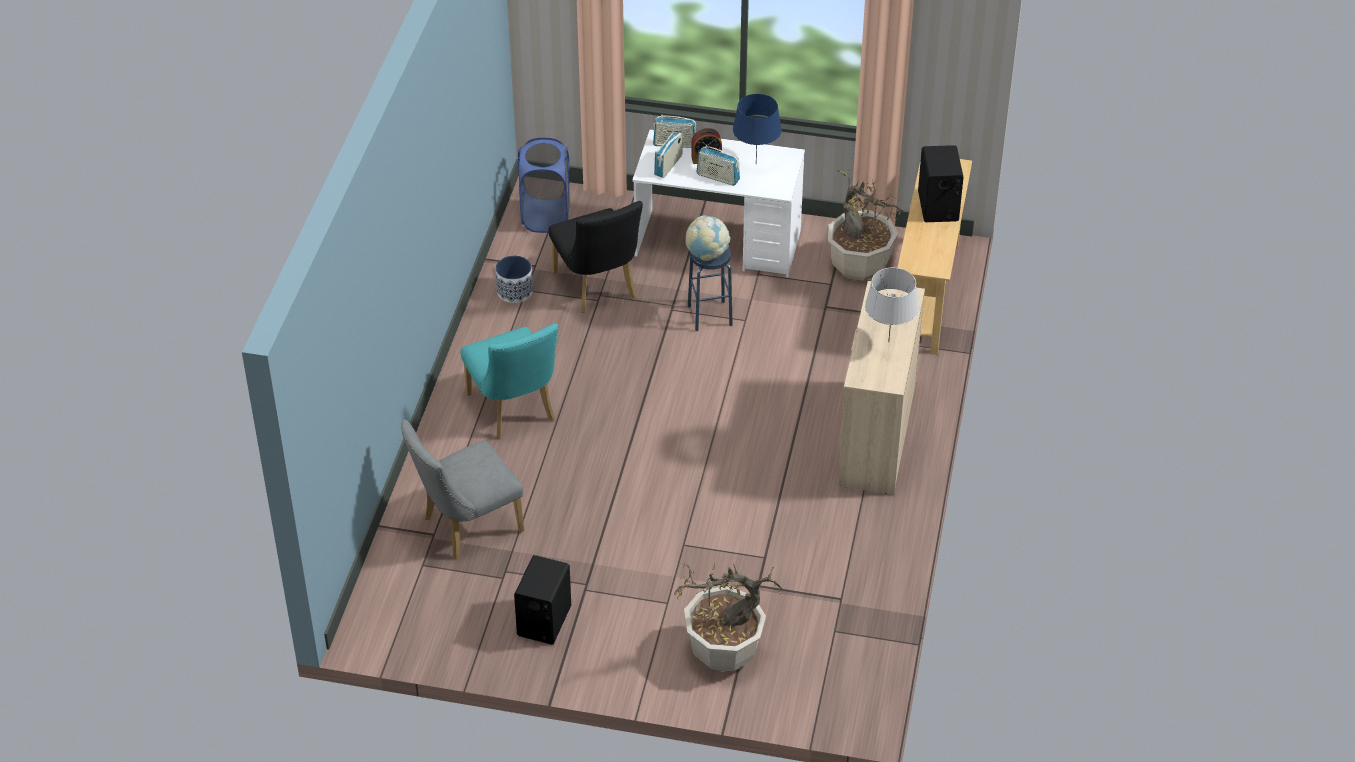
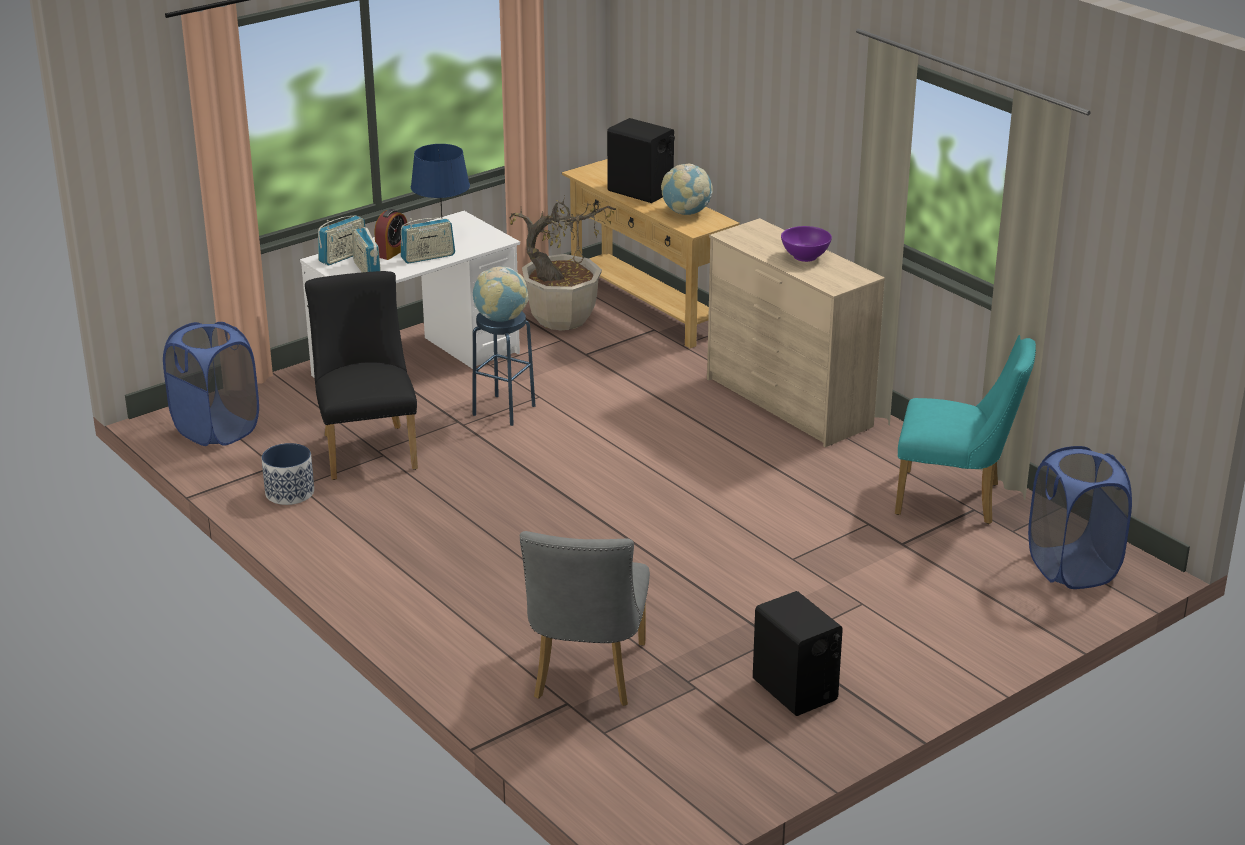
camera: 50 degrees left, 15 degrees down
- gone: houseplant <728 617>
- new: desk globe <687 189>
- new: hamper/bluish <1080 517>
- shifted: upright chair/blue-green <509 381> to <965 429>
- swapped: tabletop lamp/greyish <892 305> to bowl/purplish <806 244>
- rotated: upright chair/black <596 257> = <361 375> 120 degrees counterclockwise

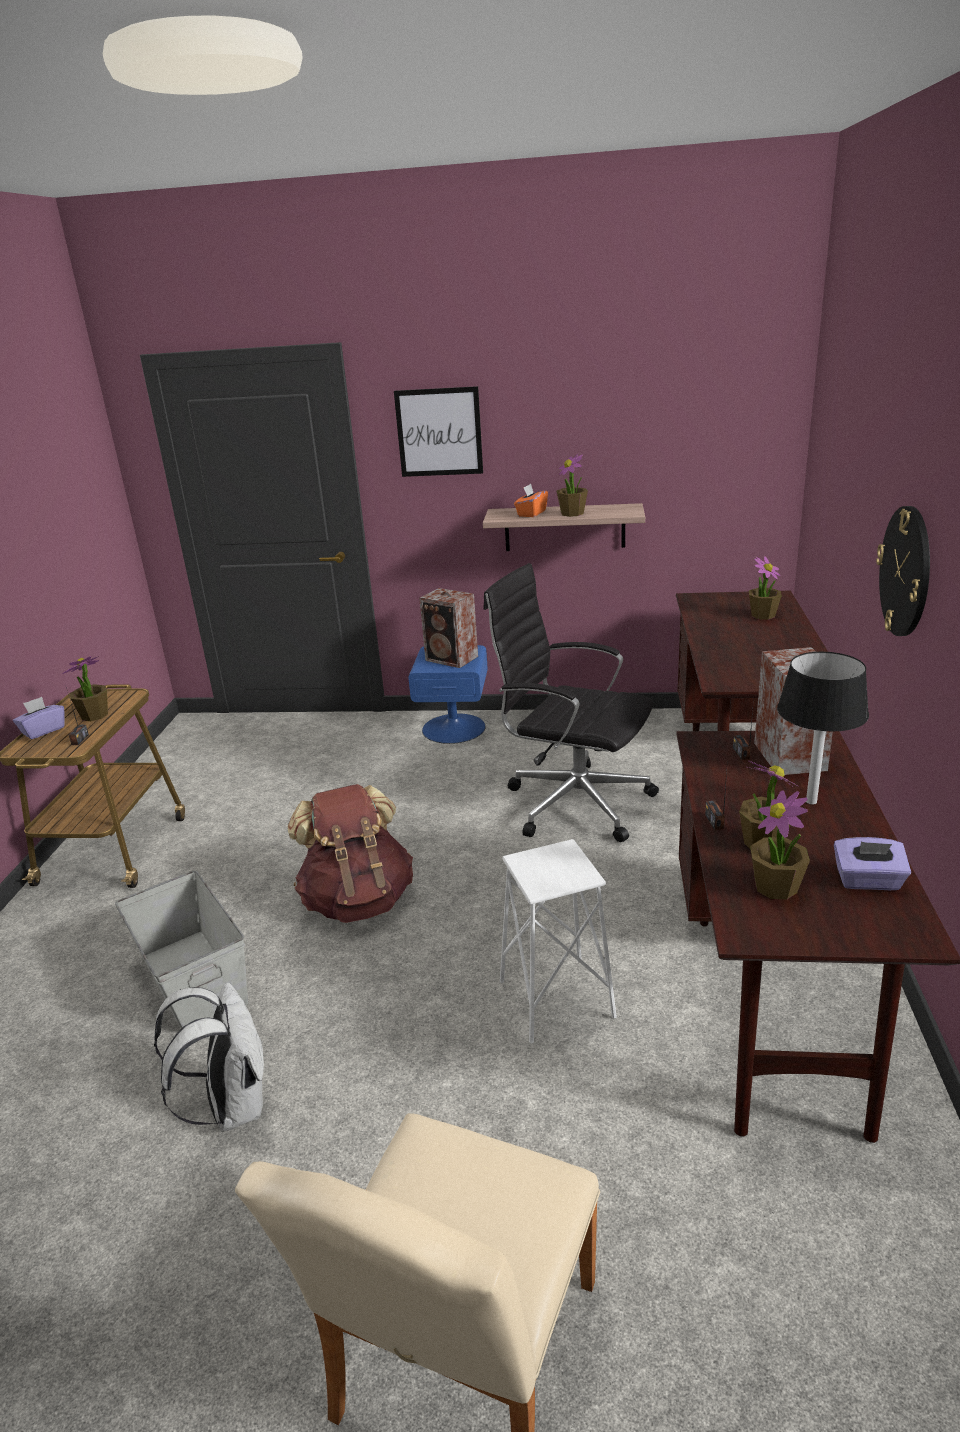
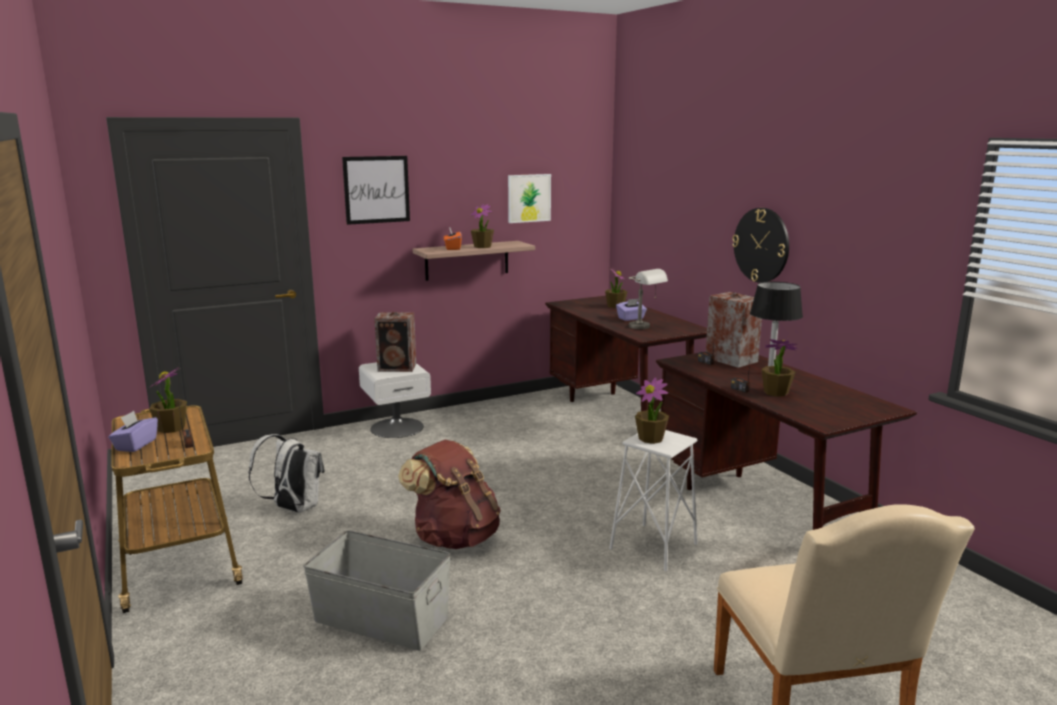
camera: 35 degrees left, 10 degrees down
- gone: office chair/black <571 702>
- new: wall art <529 198>
- new: tabletop lamp/greyish <648 299>
- shifted: backpack/white-coloured <209 1057> to <286 473>
- shifted: houseplant <780 844> to <652 411>
- shifted: tissue box/purplish <872 863> to <631 309>
- repainted: night table/bluish <448 694> to night table/white-coloured <395 400>

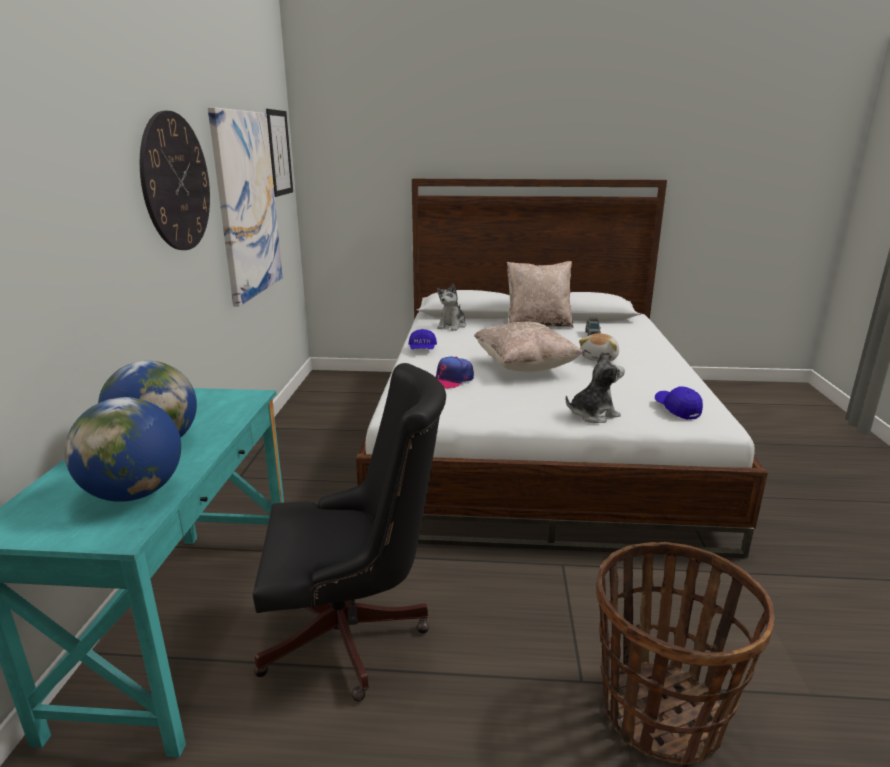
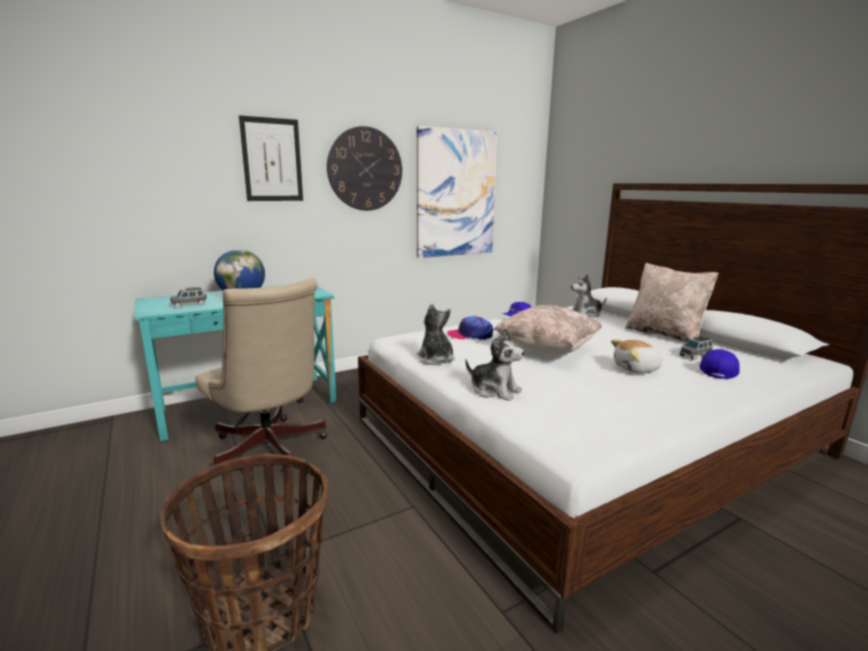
camera: 55 degrees right, 5 degrees down
- new: cuddly toy <436 334>
- shifted: wall art <279 153> to <271 158>
- shifted: baseball cap/bluish <679 403> to <719 364>
- swapped: desk globe <123 449> to miniature car/greyish <188 297>
- repainted: office chair/black <349 532> to office chair/sand-coloured <261 374>

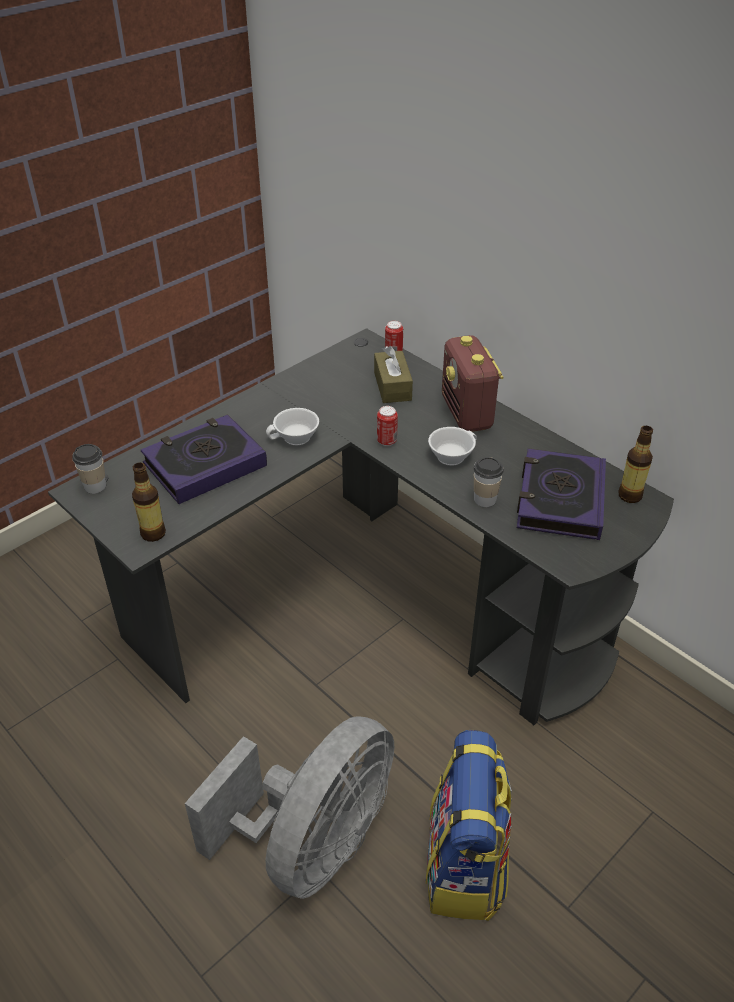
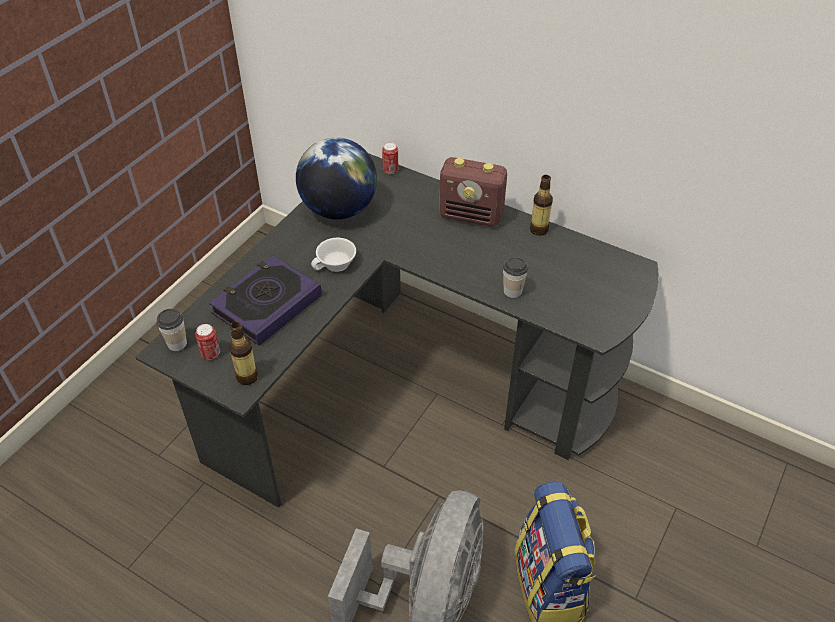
camera: 15 degrees left, 5 degrees up
- gone: tissue box/brown-coloured <393 374>
- gone: cup/white-coloured <452 446>
- gone: bound book <561 494>
- new: desk globe <336 178>
- shifted: metal can <387 426> to <207 342>
- shifted: bottle <635 464> to <541 205>
- rotated: radio receiver <473 383> = <473 192> 45 degrees counterclockwise

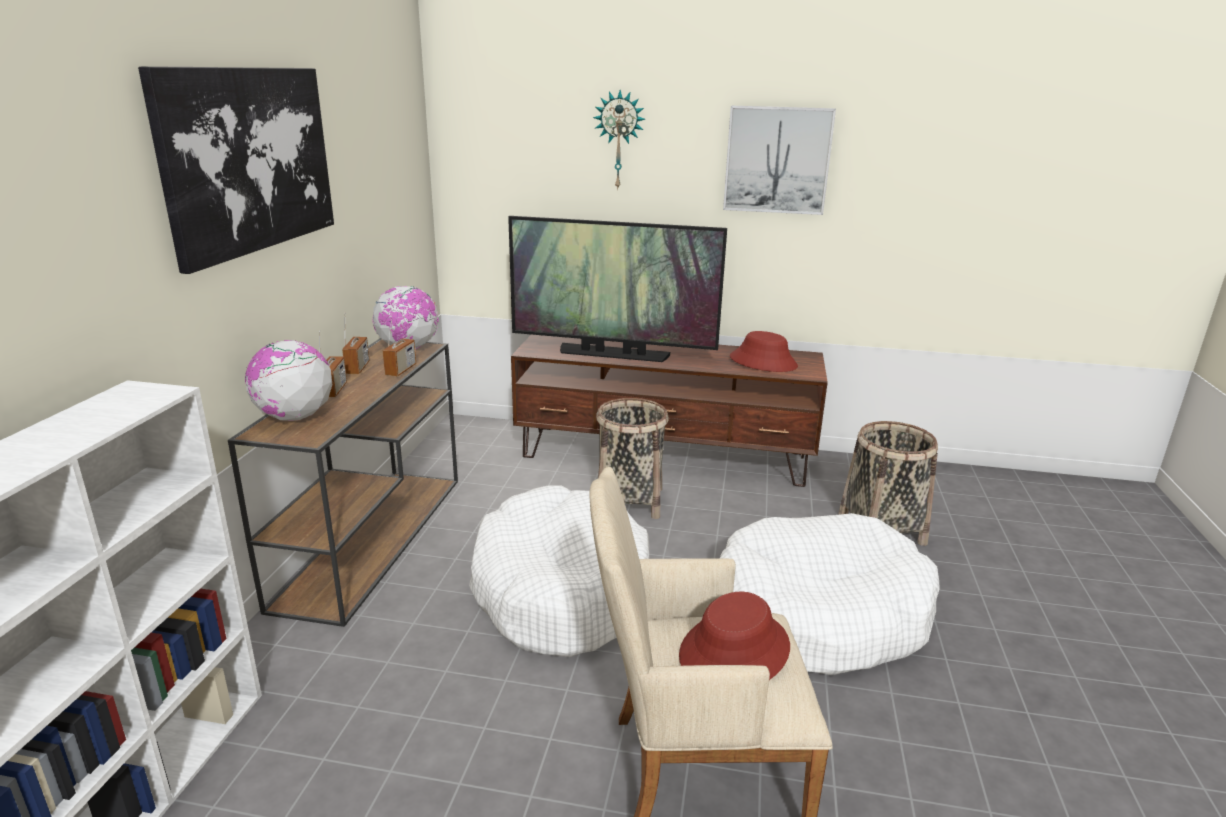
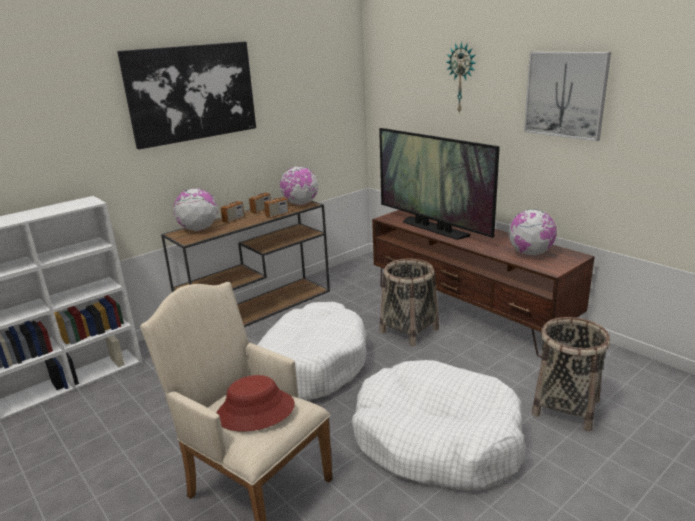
camera: 40 degrees right, 0 degrees up
- swapped: clothing hat/red-coloured <764 351> to desk globe <532 232>

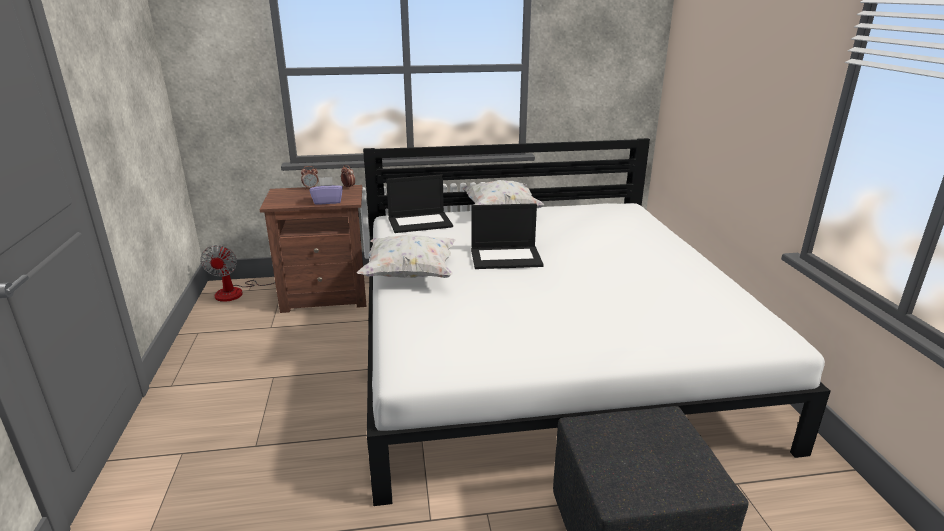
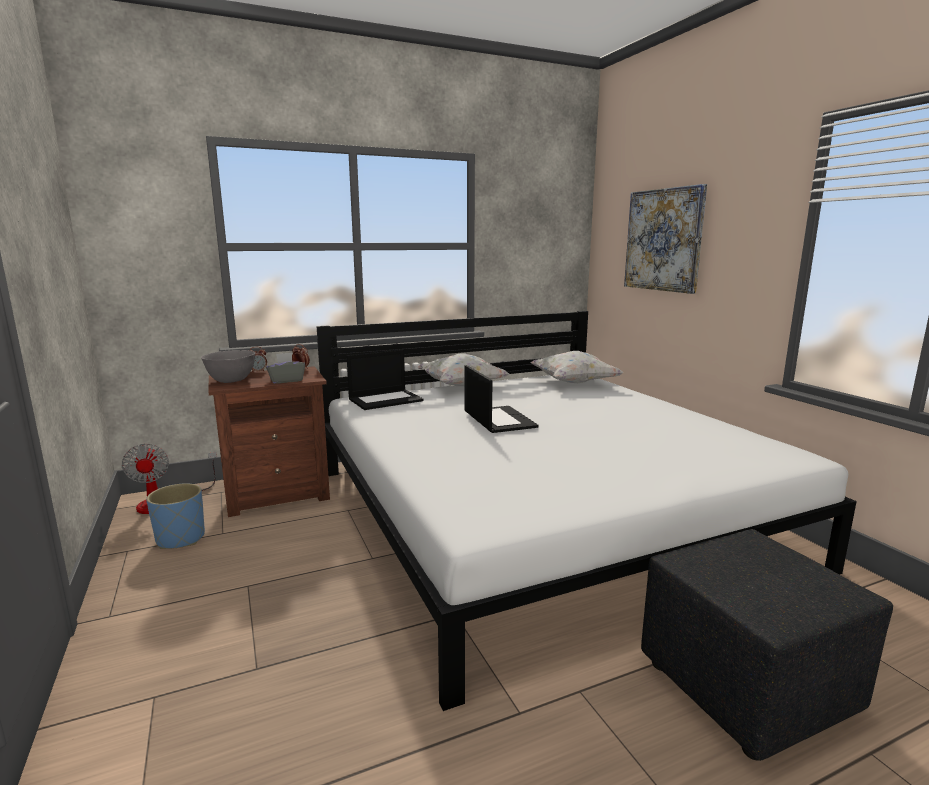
camera: 15 degrees left, 10 degrees down
- new: plant pot/bluish <175 516>
- new: bowl/greyish <228 366>
- new: wall art <665 239>
- shifted: cushion/white-coloured <406 256> to <577 367>
- repainted: tissue box/purplish <326 191> to tissue box/greyish <285 368>
- rotated: laptop <507 236> = <501 399> 90 degrees counterclockwise

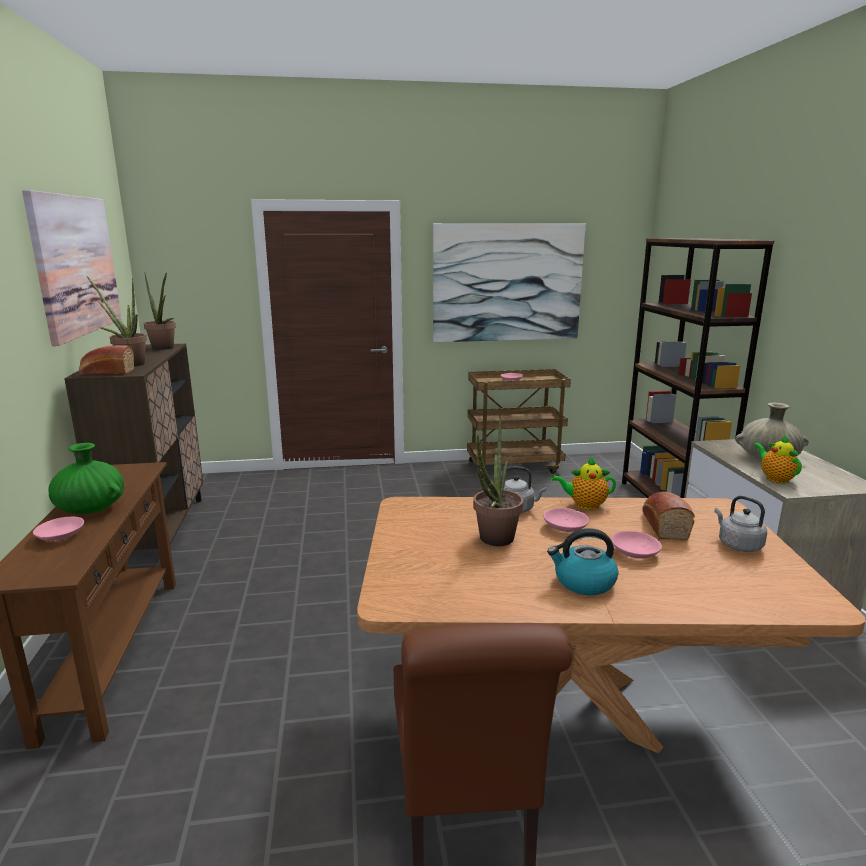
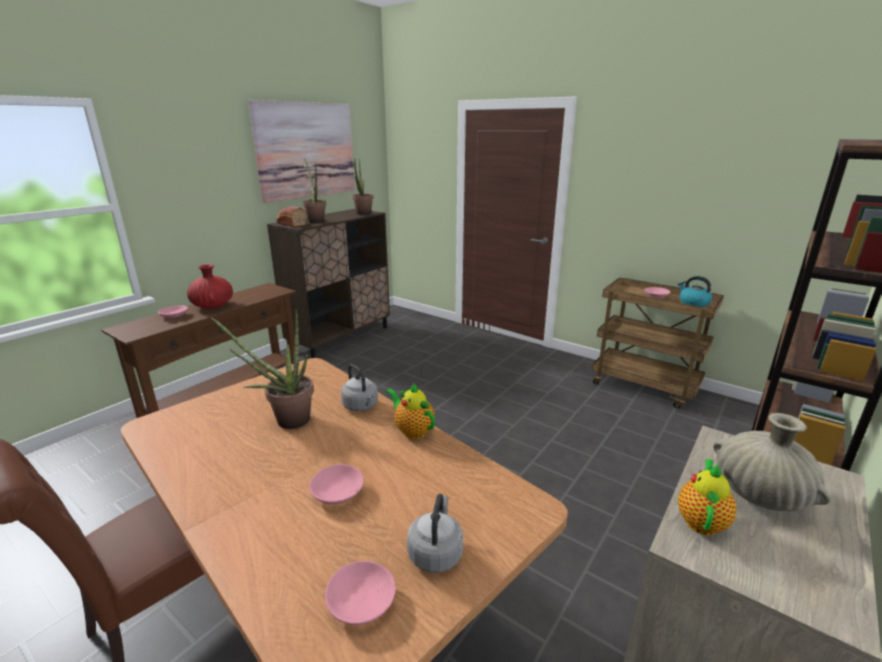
camera: 45 degrees right, 5 degrees up
- gone: wall art <509 282>
- gone: baked bread <668 516>
- shifted: bowl/pink <566 520> to <360 593>
- shifted: kettle <582 561> to <695 291>
- repainted: decorative vase/green-coloured <86 478> to decorative vase/red-coloured <210 286>

